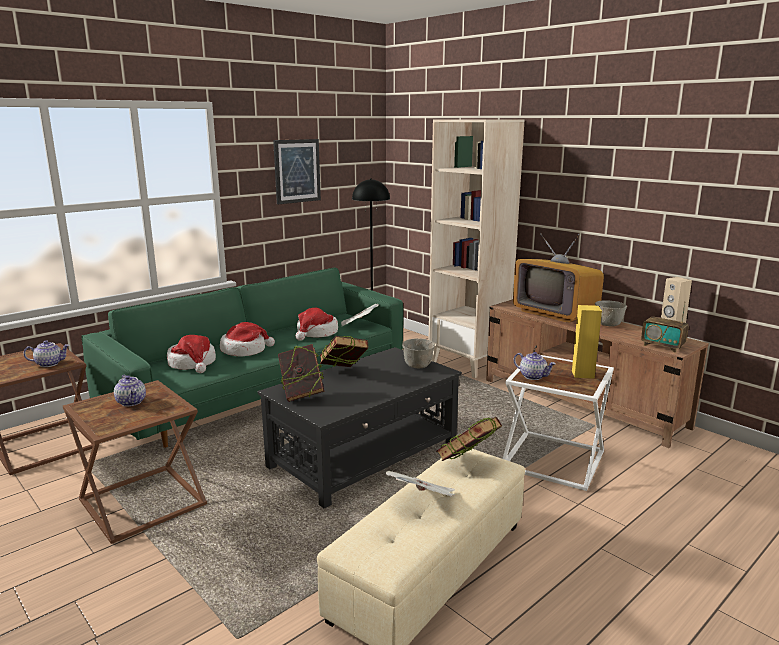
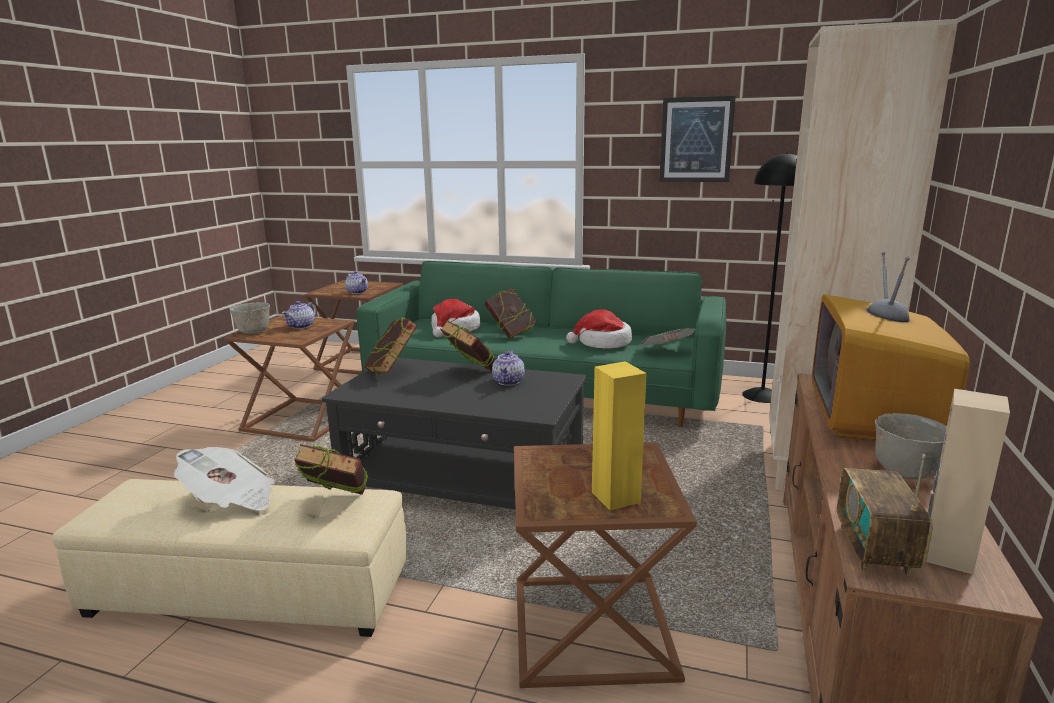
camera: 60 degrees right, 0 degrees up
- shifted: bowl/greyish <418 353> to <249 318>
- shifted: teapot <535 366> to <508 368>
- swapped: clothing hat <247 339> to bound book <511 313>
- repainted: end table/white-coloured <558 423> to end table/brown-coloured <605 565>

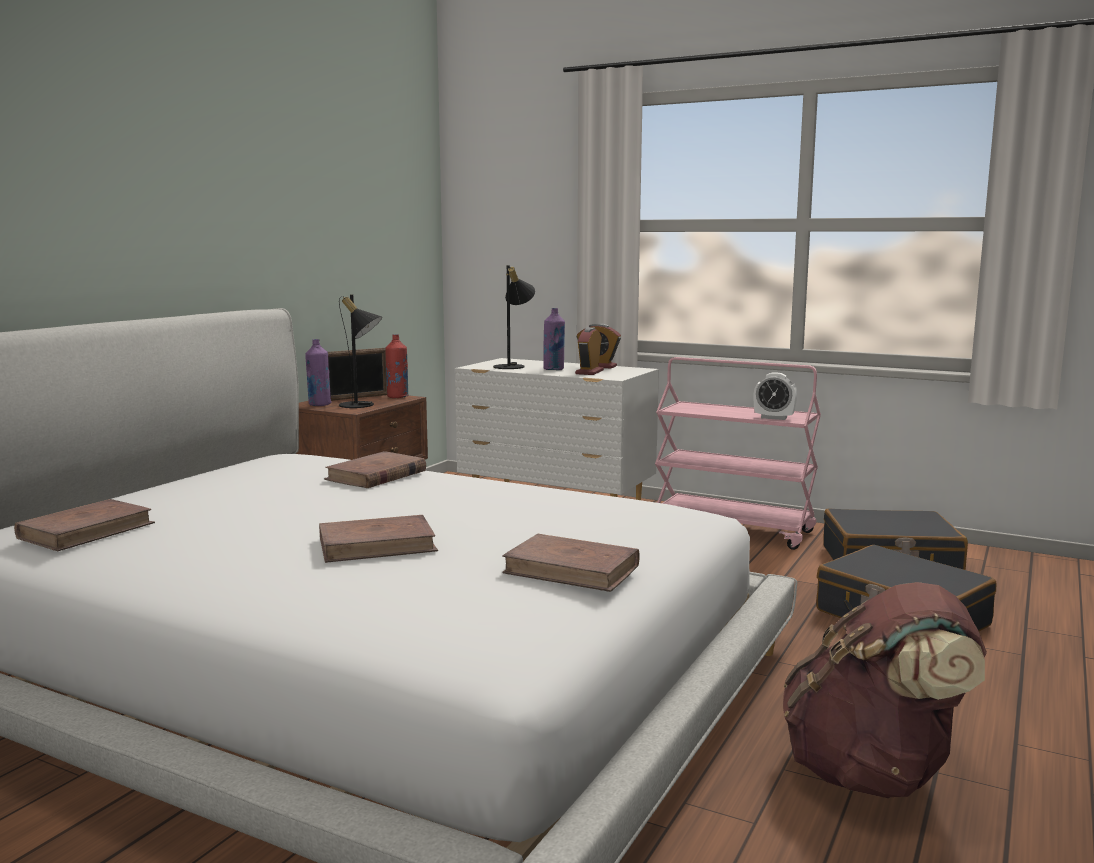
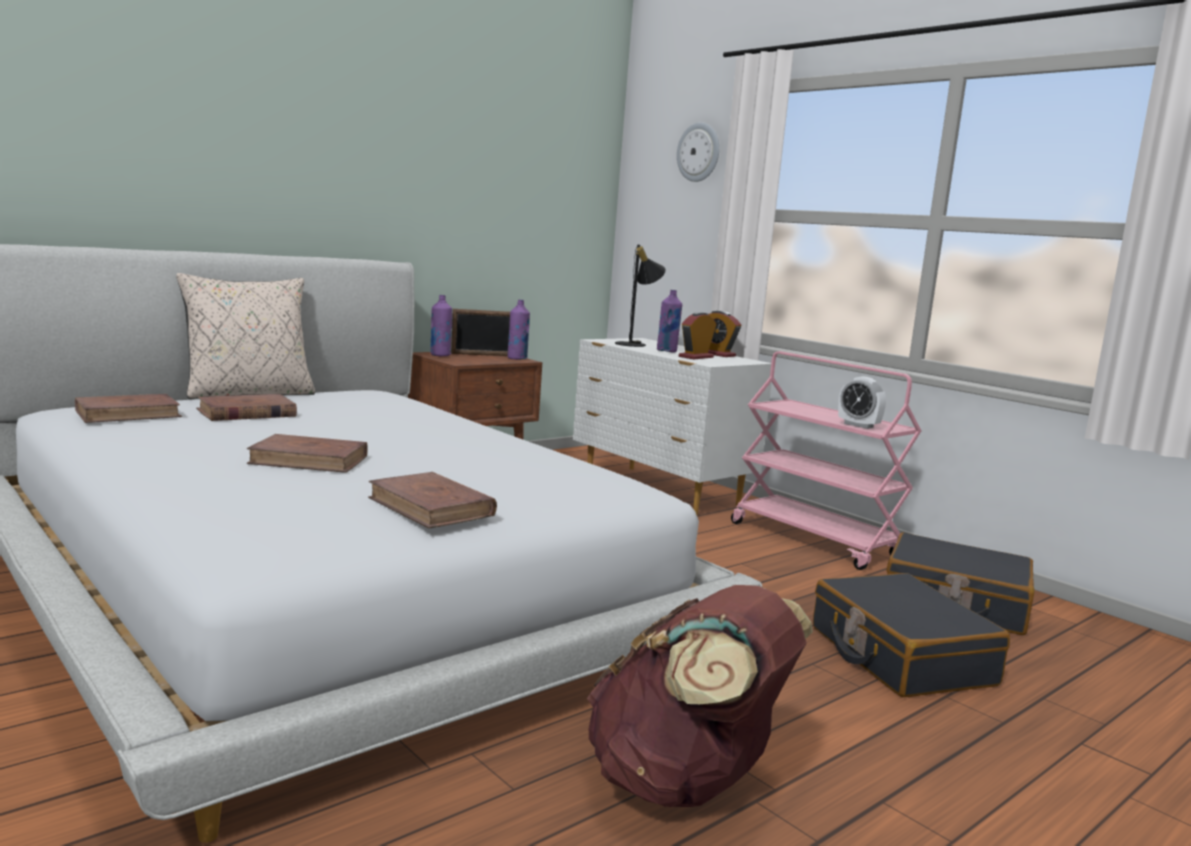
camera: 20 degrees right, 0 degrees up
- gone: tabletop lamp/black <360 351>
- new: cushion/sand-coloured <245 336>
- new: wall clock <698 152>
- shifted: bound book/brown-coloured <375 469> to <246 407>
- repainted: bottle/red-coloured <396 366> to bottle/purplish <518 330>

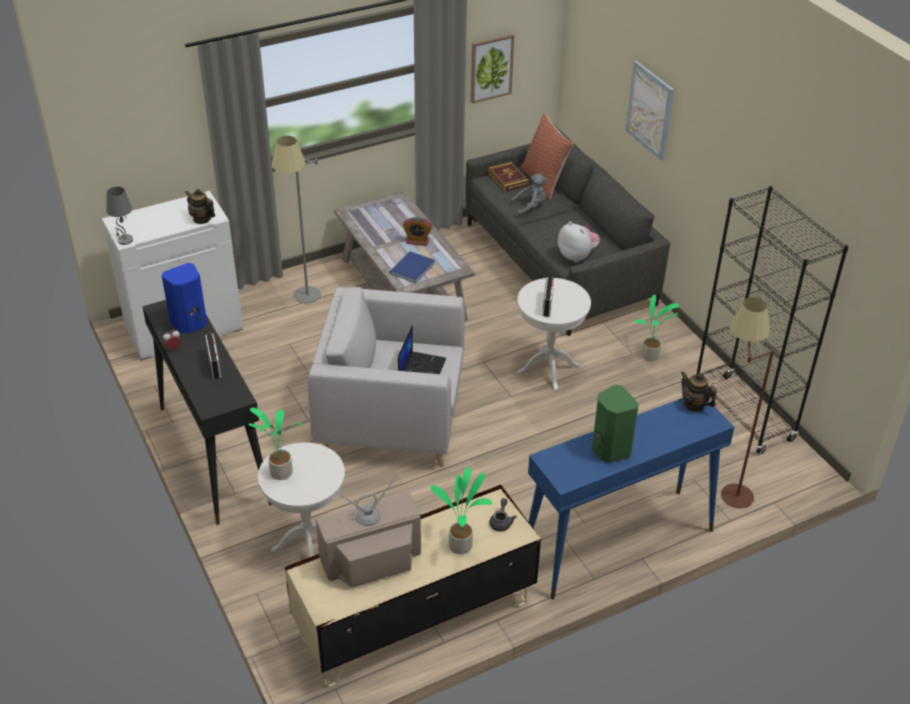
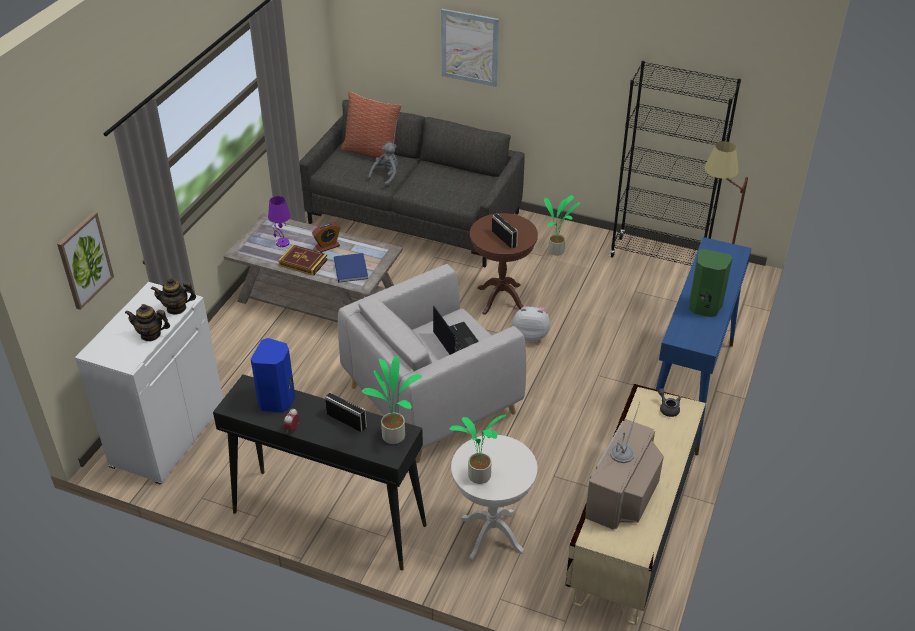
camera: 40 degrees left, 0 degrees up
- gone: tabletop lamp/greyish <119 216>
- gone: standard lamp/greyish <296 220>
- new: tabletop lamp/purplish <279 221>
- shifted: houseplant <461 510> to <392 400>
- shifted: wall art <492 69> to <85 261>
- shifted: bound book <509 177> to <303 260>
- shifted: cuddly toy <579 242> to <531 323>
- shifted: teapot <699 391> to <147 322>
- repainted: end table/white-coloured <554 334> to end table/brown-coloured <504 264>

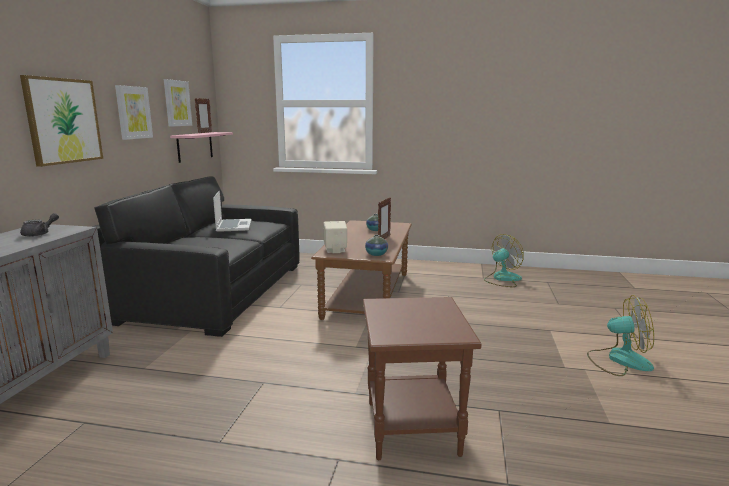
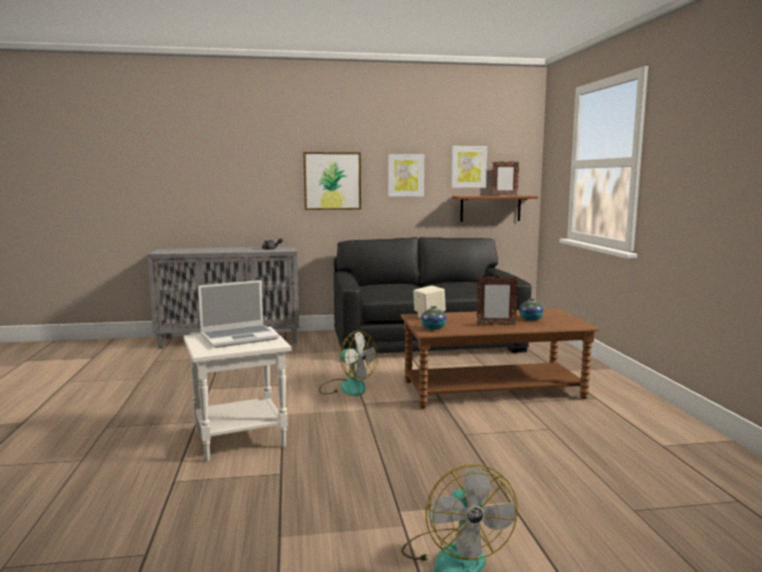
camera: 70 degrees right, 5 degrees down
- shifted: laptop <232 211> to <238 314>
- shifted: electric fan <504 260> to <348 363>
- repainted: wall shelf/pink <201 147> to wall shelf/brown-coloured <495 209>
- repainted: end table/brown-coloured <422 378> to end table/white-coloured <237 394>

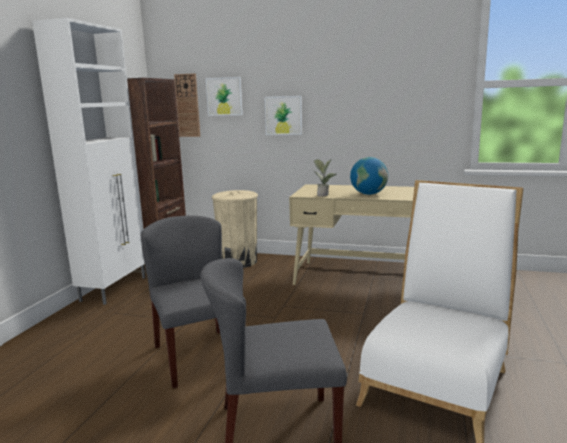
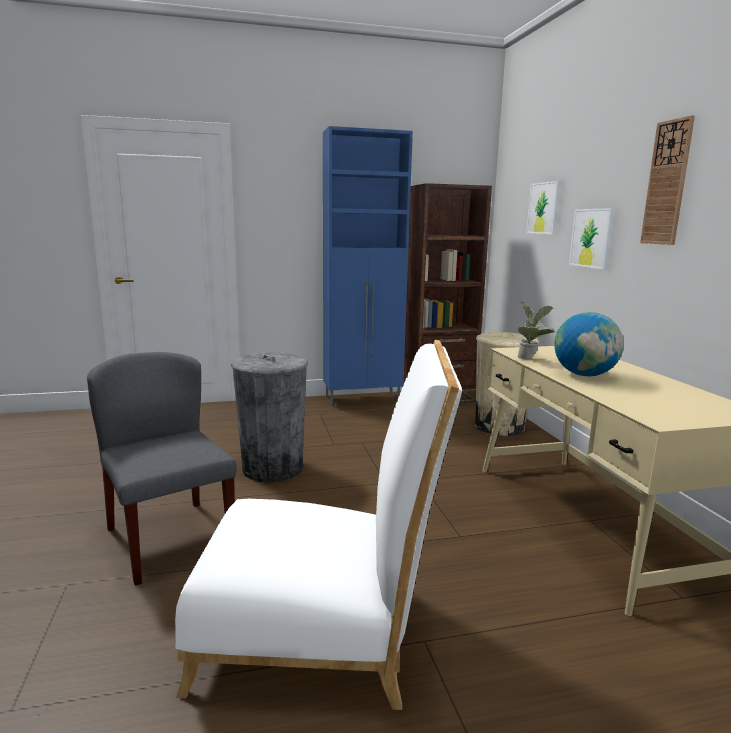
camera: 60 degrees right, 0 degrees up
- shifted: wall clock <187 105> to <667 180>
- swapped: upright chair/greyish <193 302> to trash can/greyish <269 417>
- repainted: cabinet/white-coloured <88 161> to cabinet/bluish <368 266>

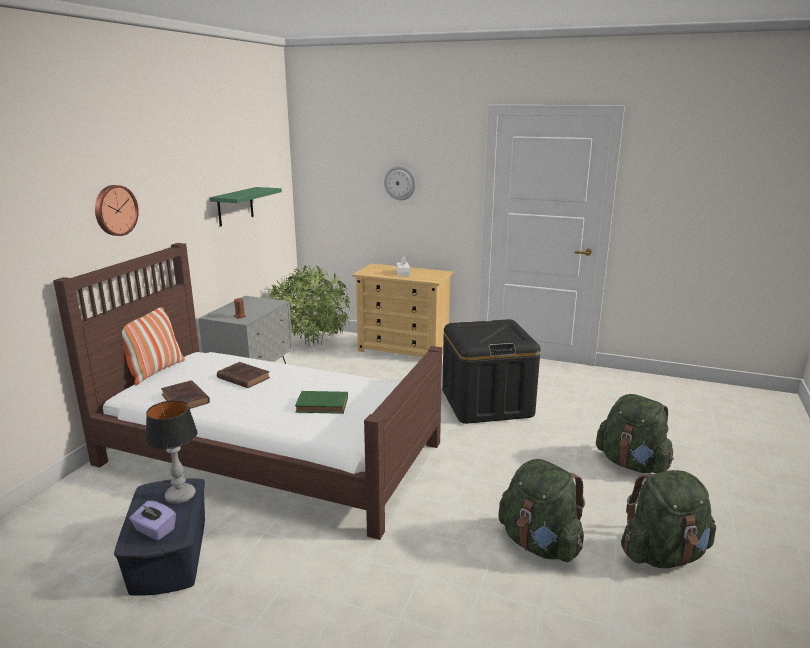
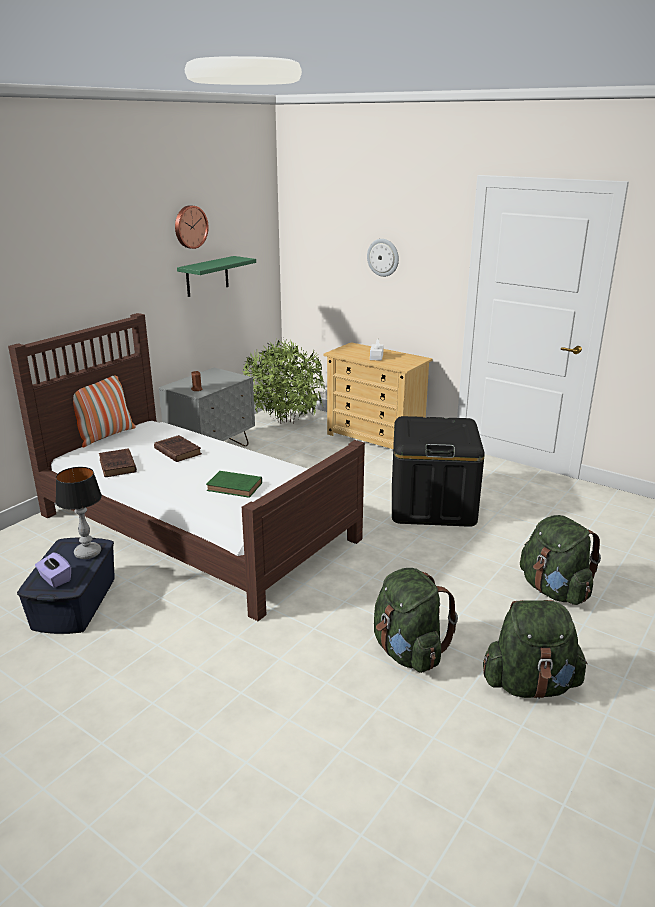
camera: 15 degrees right, 5 degrees up
- shifted: wall clock <117 210> to <192 227>

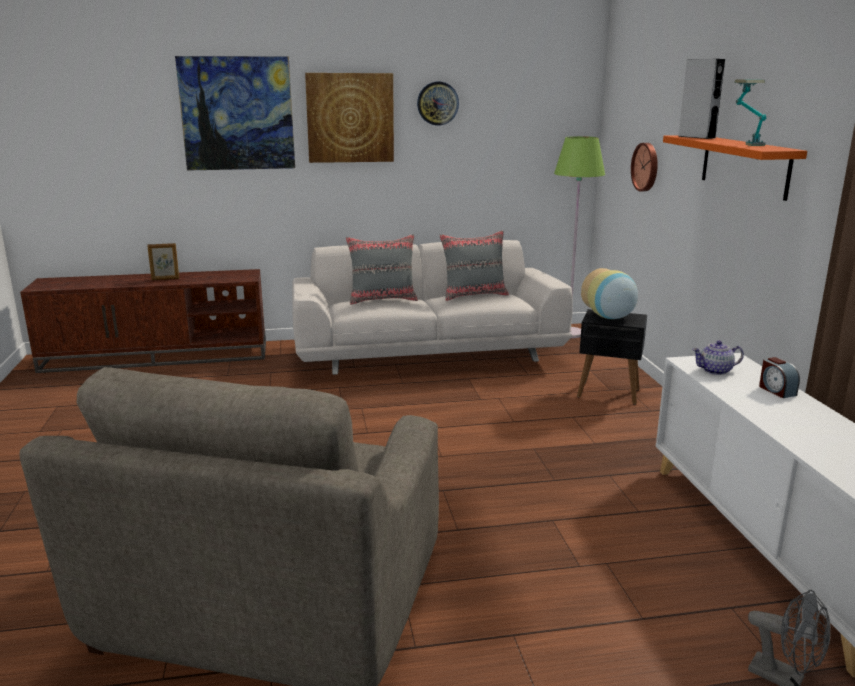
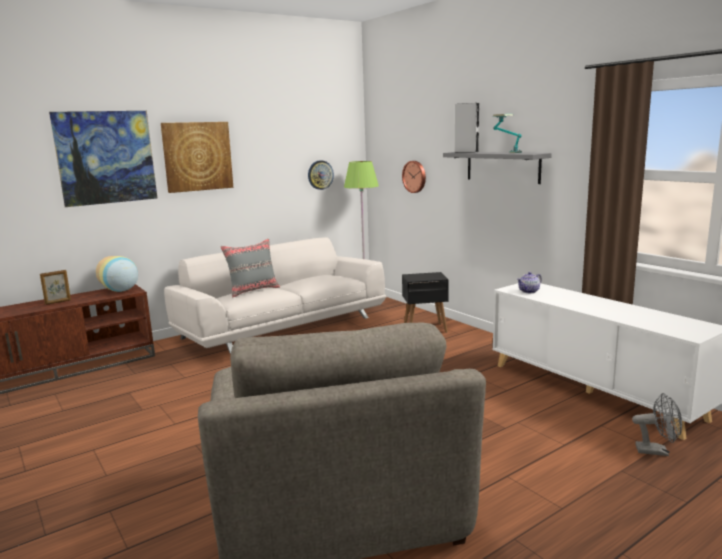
camera: 25 degrees left, 5 degrees down
- gone: cushion/greyish <474 265>
- gone: table clock <779 377>
- shifted: wall clock <438 104> to <321 175>
- shifted: decorative vase <609 293> to <117 274>
- repainted: wall shelf/orange <735 168> to wall shelf/greyish <497 168>

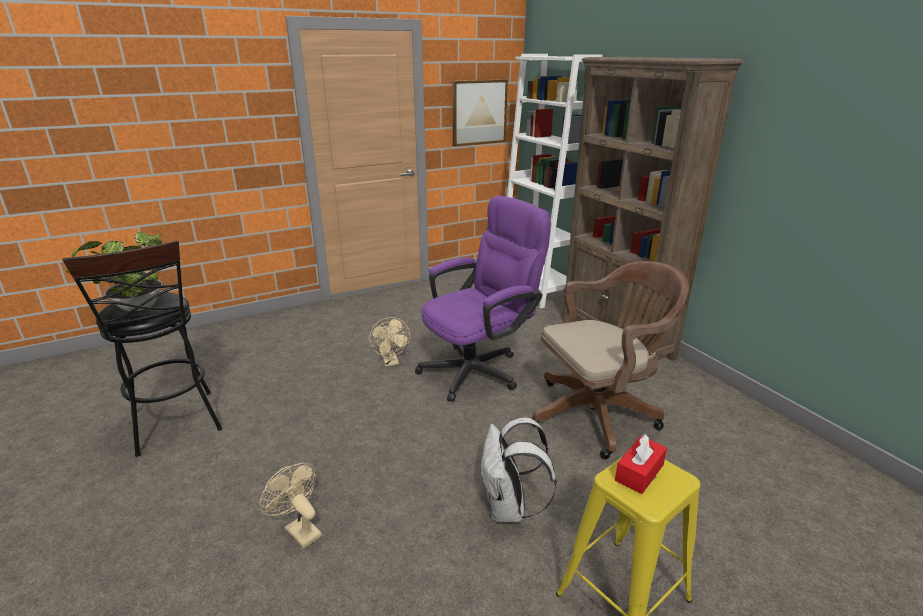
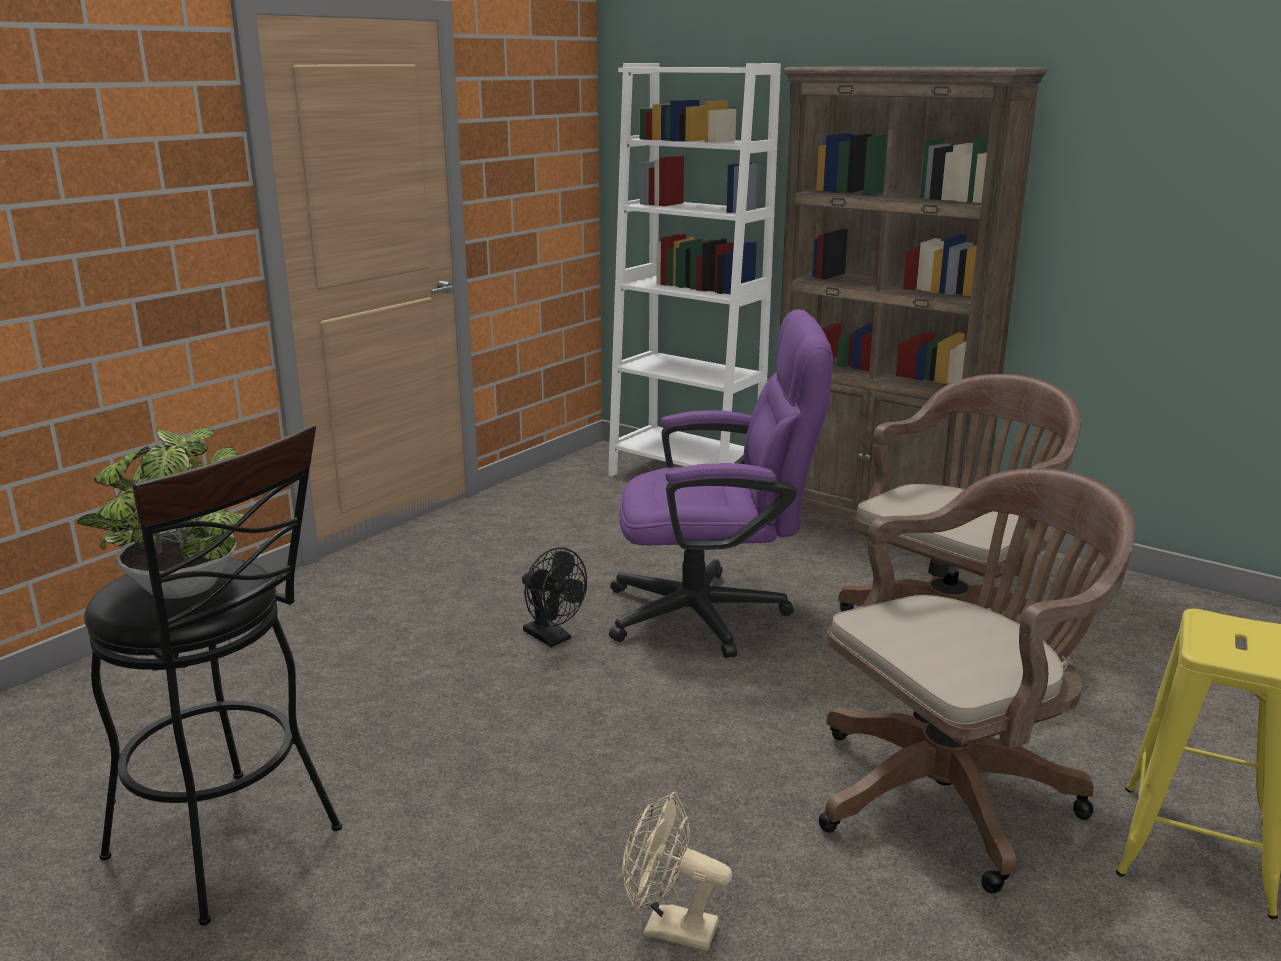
camera: 25 degrees left, 5 degrees down
- gone: wall art <480 113>
- gone: tissue box/red-coloured <641 464>
- swapped: backpack/white-coloured <518 469> to office chair/brown-coloured <977 680>
- repainted: electric fan/sand-coloured <389 342> to electric fan/black <554 597>
- rotated: office chair/purplish <483 298> = <721 483> 60 degrees clockwise

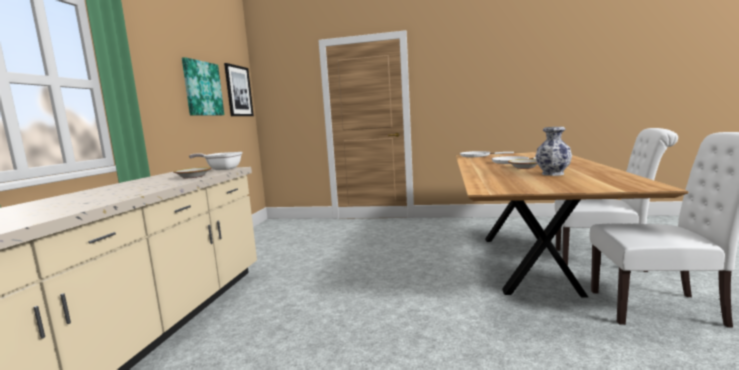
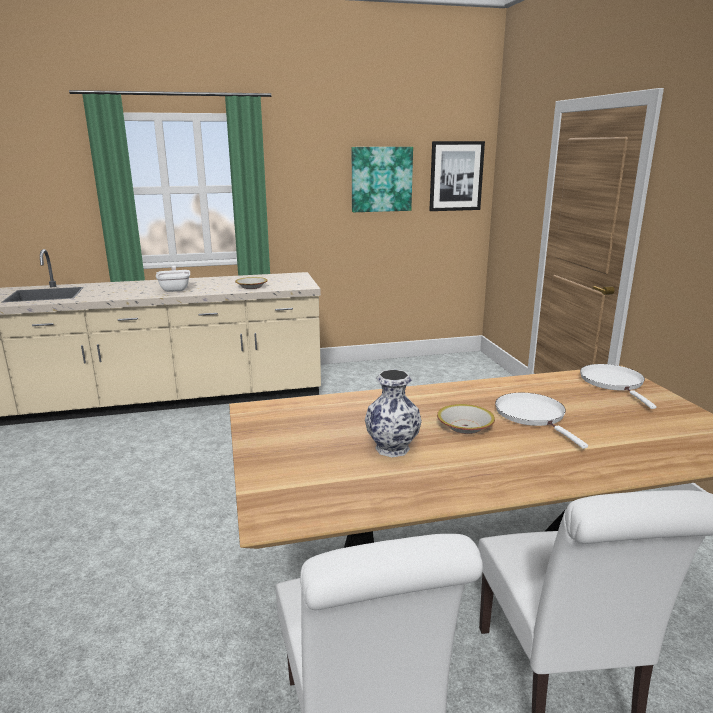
camera: 65 degrees right, 10 degrees up
- shifted: frying pan <215 161> to <173 278>

